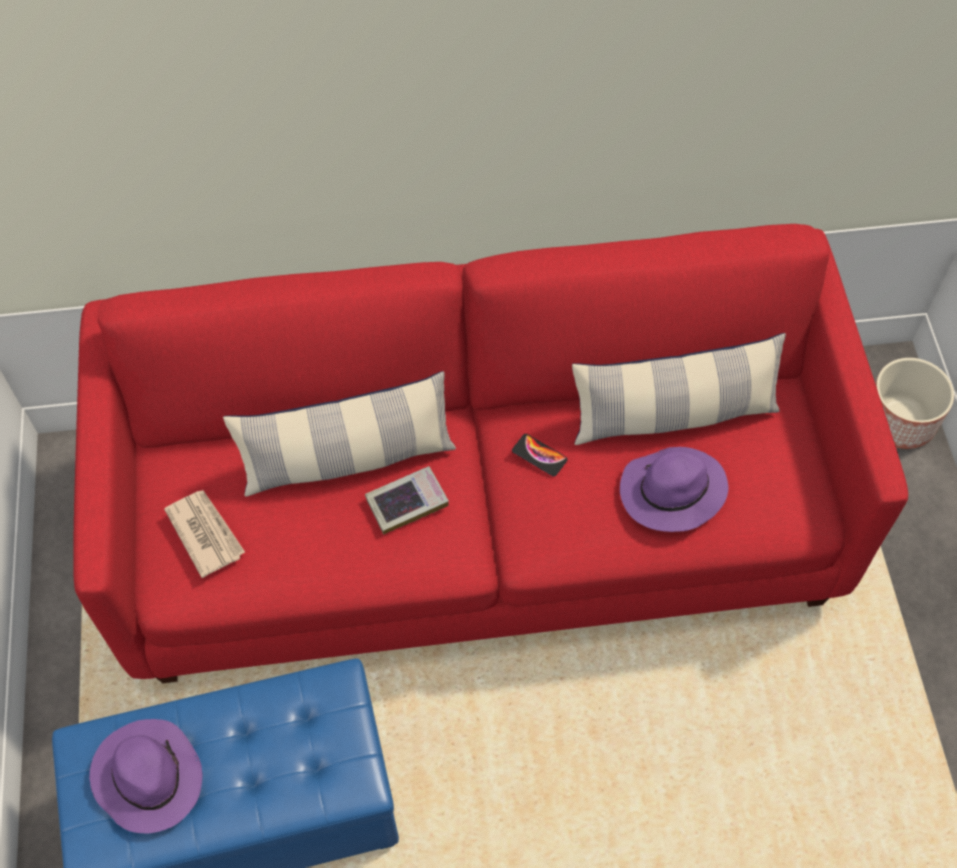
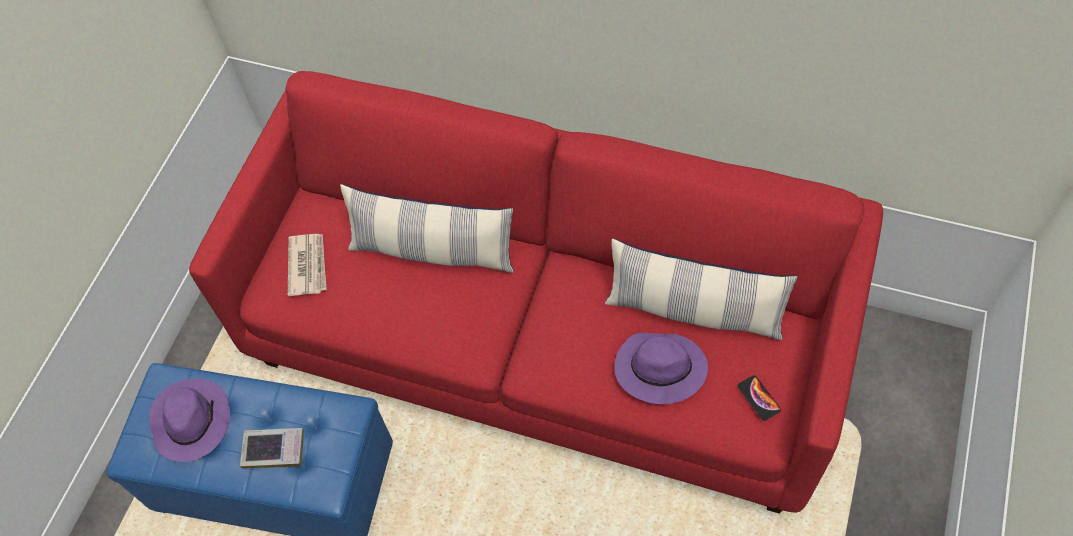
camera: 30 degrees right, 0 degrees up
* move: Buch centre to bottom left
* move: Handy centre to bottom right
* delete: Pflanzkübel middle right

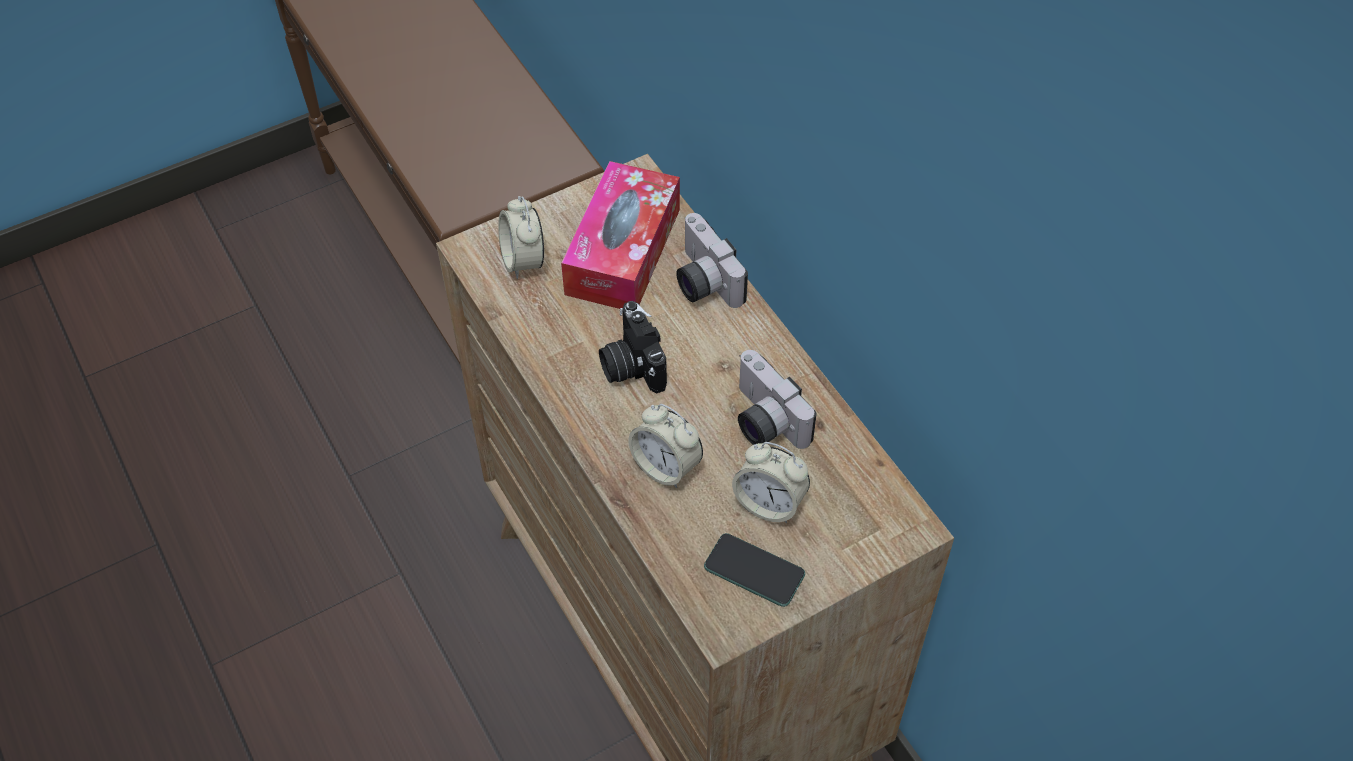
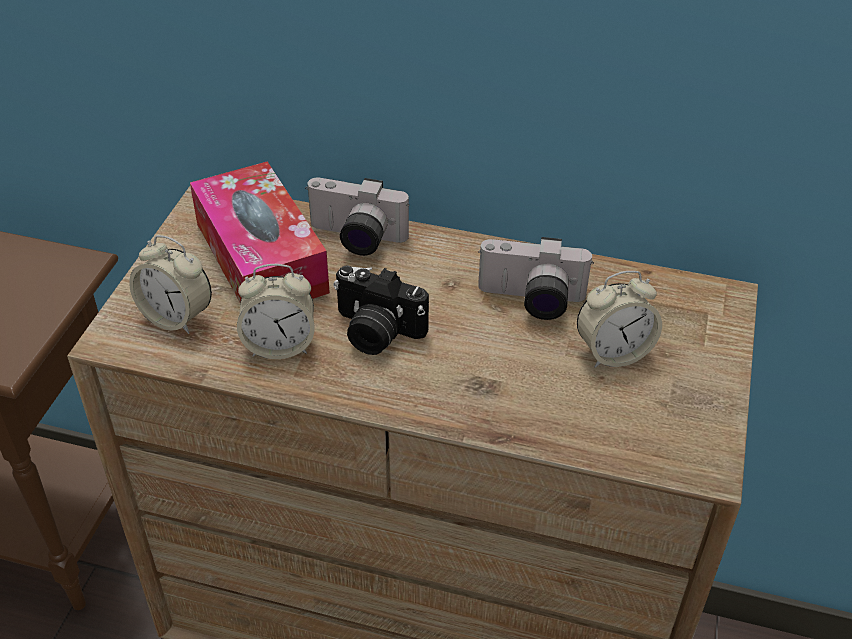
camera: 45 degrees left, 10 degrees down
* move: Wecker (2nd from left) centre to middle left
* delete: Handy bottom centre

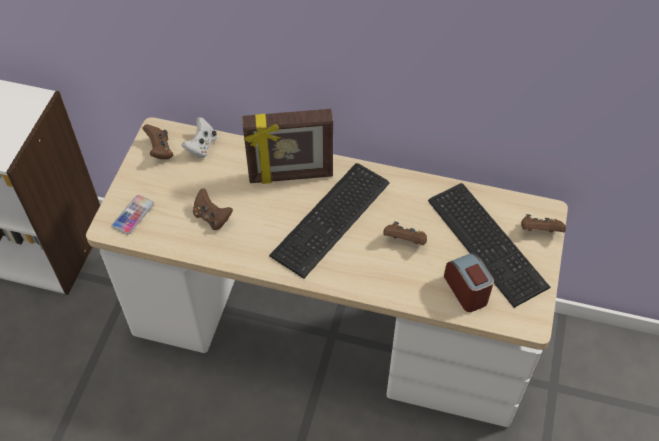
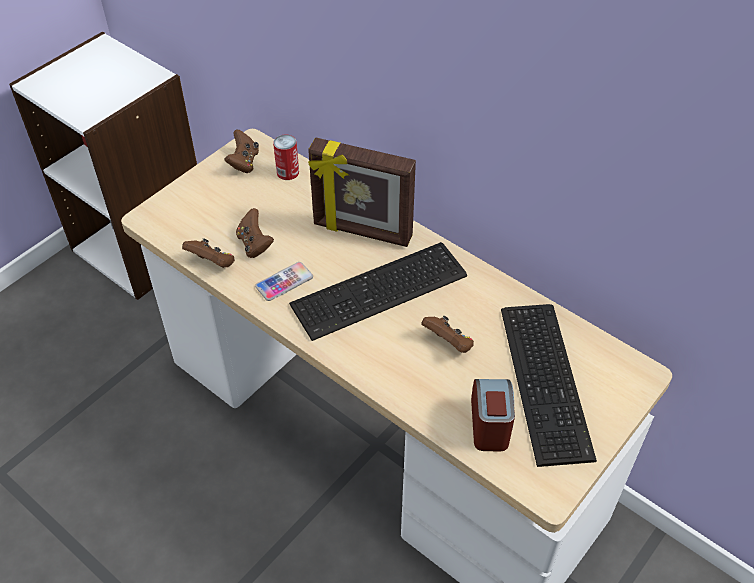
camera: 25 degrees right, 5 degrees down
* move: Handy middle left to centre
* replace: Gamepad [weiß] top left to Dose top centre
* move: Gamepad [braun] (4th from left in the first image) middle right to Gamepad [braun] (1st from left) middle left

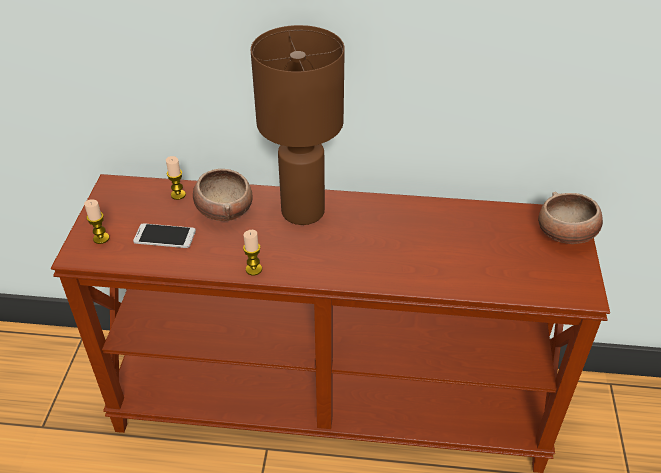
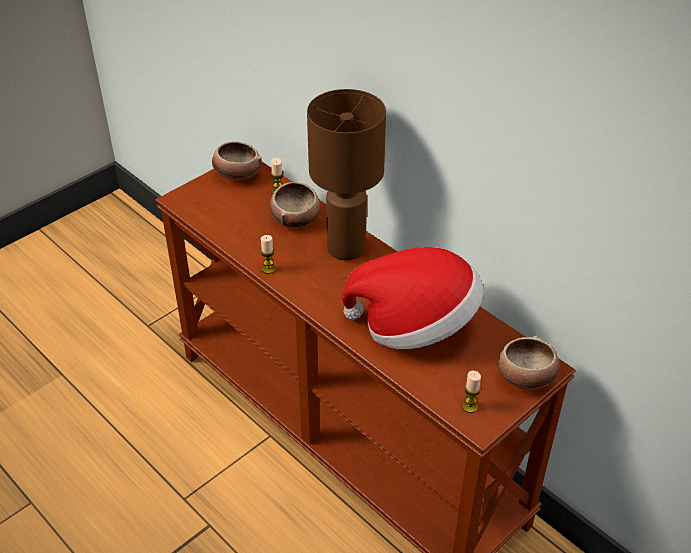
camera: 40 degrees right, 0 degrees up
* move: Kerze (1st from left in the first image) middle left to Kerze (3rd from left) bottom right
* delete: Handy middle left
* insert: Schüssel (1st from left) top centre
* insert: Hut centre

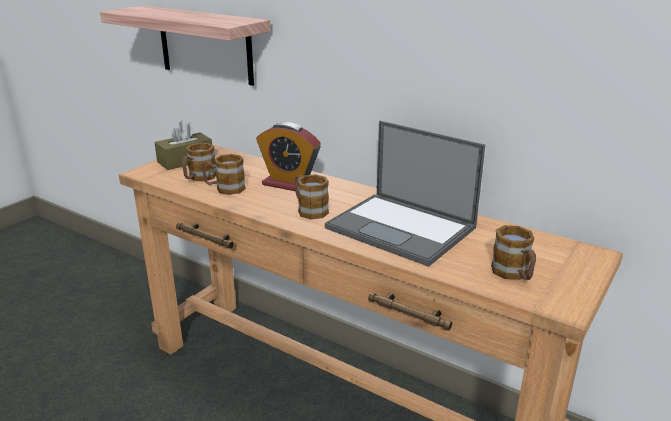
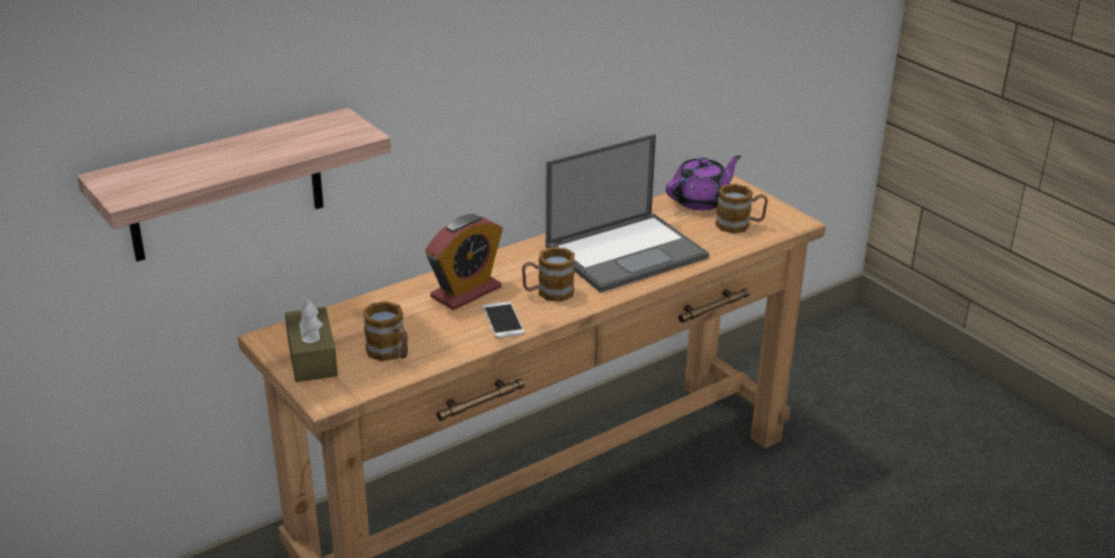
camera: 70 degrees left, 5 degrees up
* delete: Henkelbecher (2nd from left) centre
* insert: Handy centre
* insert: Teekanne [lila] top centre

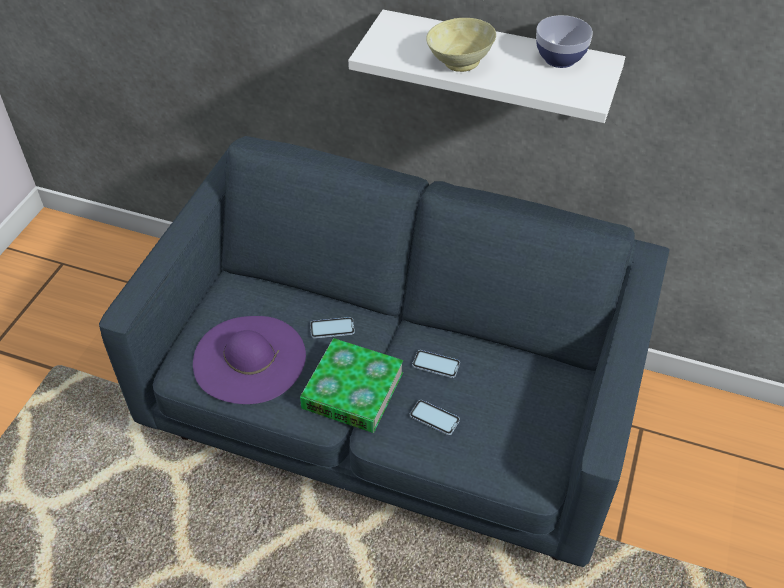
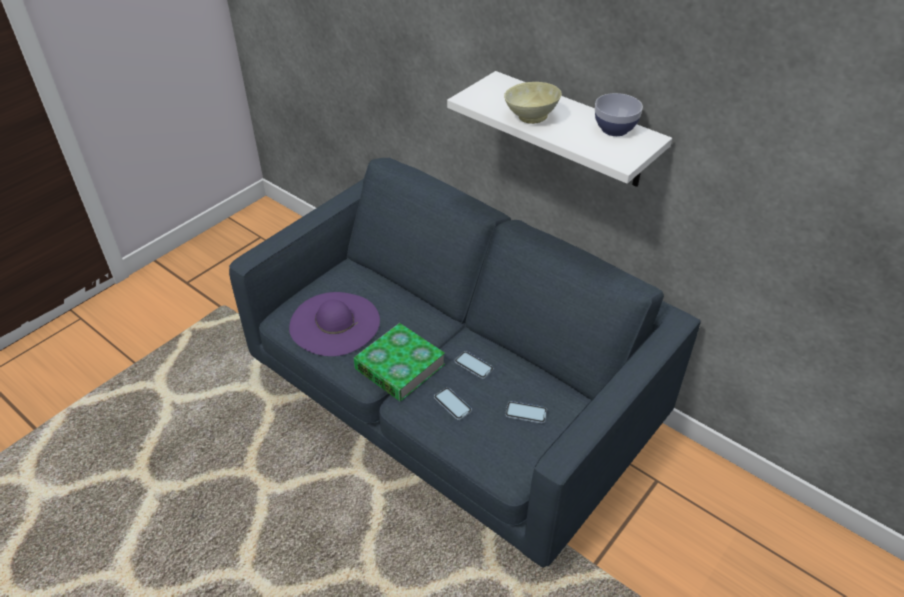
camera: 20 degrees right, 5 degrees down
* move: Handy (1st from left in the first image) centre to Handy (3rd from left) bottom centre

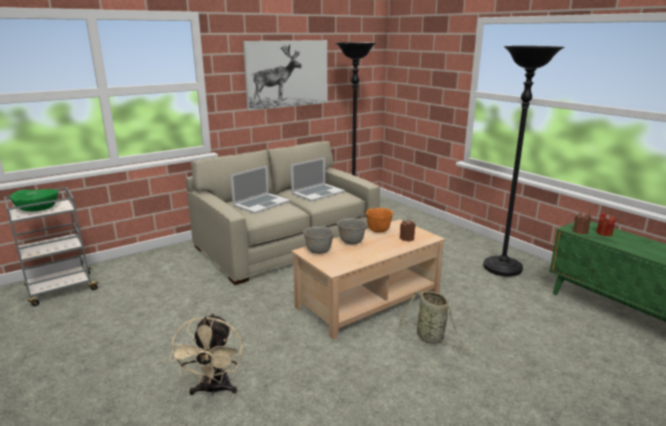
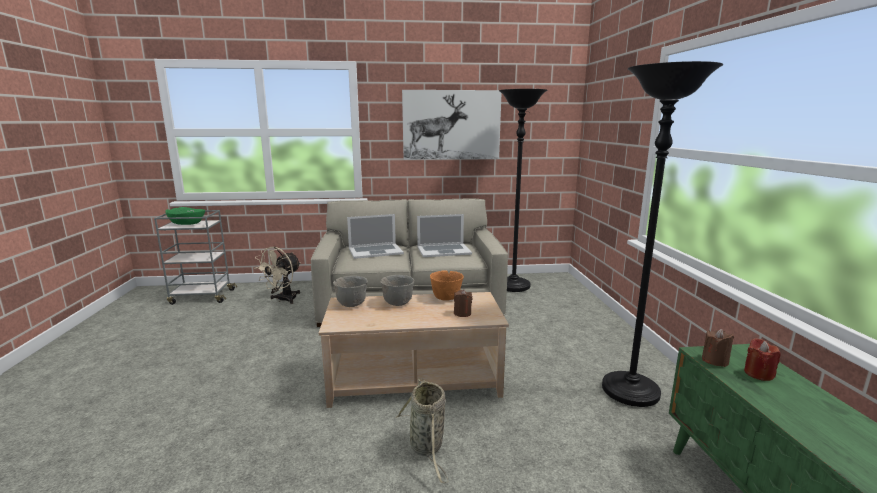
camera: 30 degrees right, 5 degrees down
* move: Ventilator [beige] bottom left to middle left

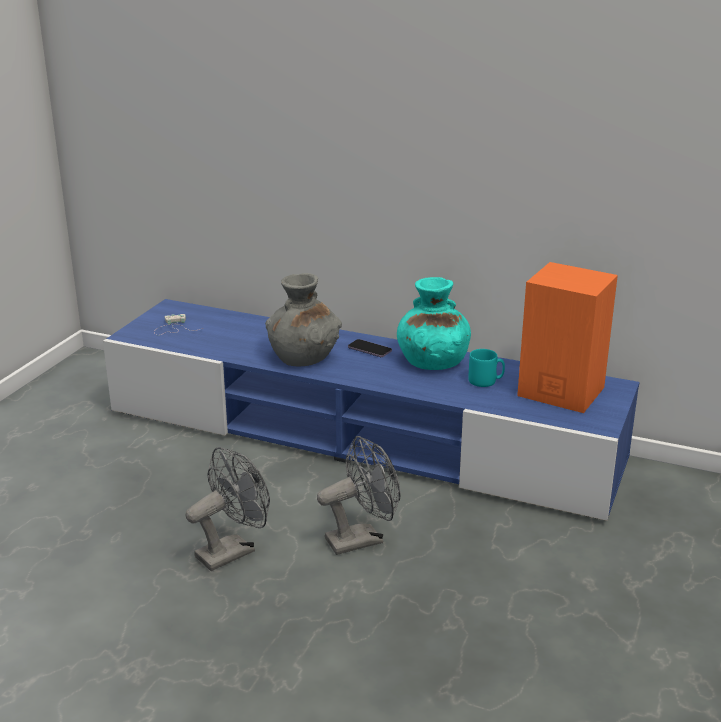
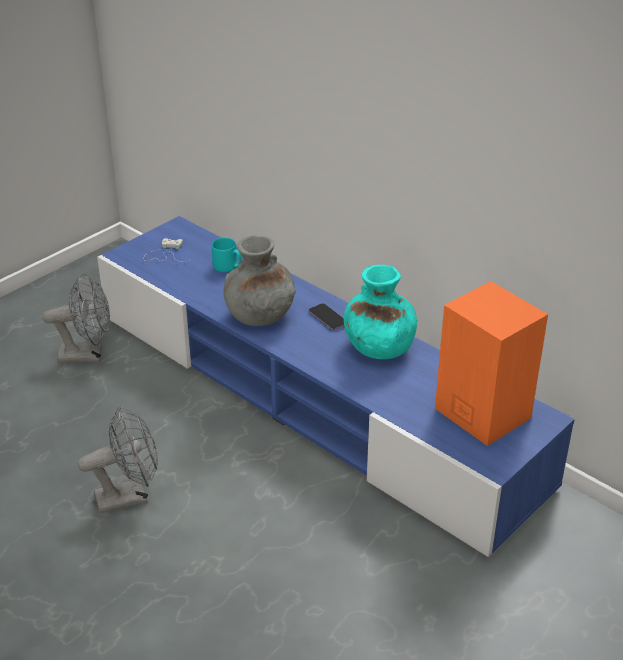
camera: 20 degrees right, 10 degrees up
* move: Ventilator [grau] (2nd from left in the first image) bottom centre to Ventilator [grau] (1st from left) middle left
* move: Henkelbecher [türkis] middle right to centre

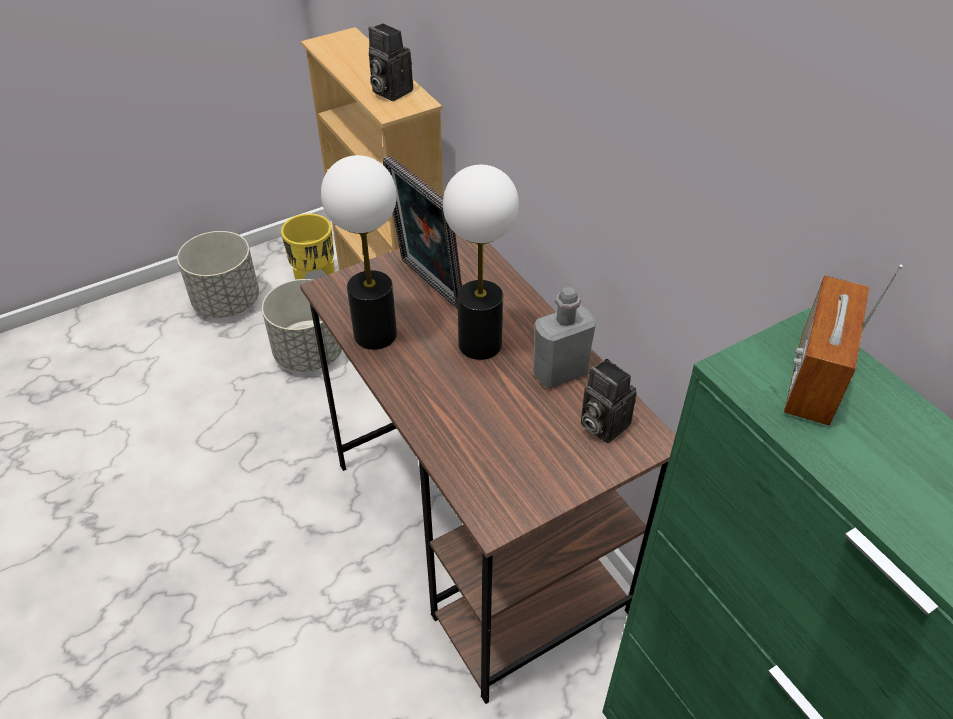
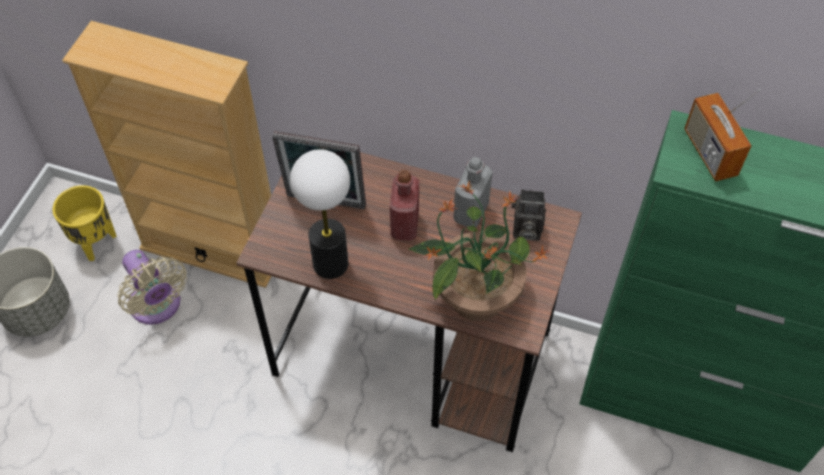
camera: 40 degrees left, 10 degrees up
* replace: Pflanzkübel [grau] (2nd from left) middle left to Ventilator [beige] middle left
* delete: Kamera (1st from left) top centre
* replace: Tischlampe (2nd from left) centre to Flasche [rot] centre
* insert: Topfpflanze centre

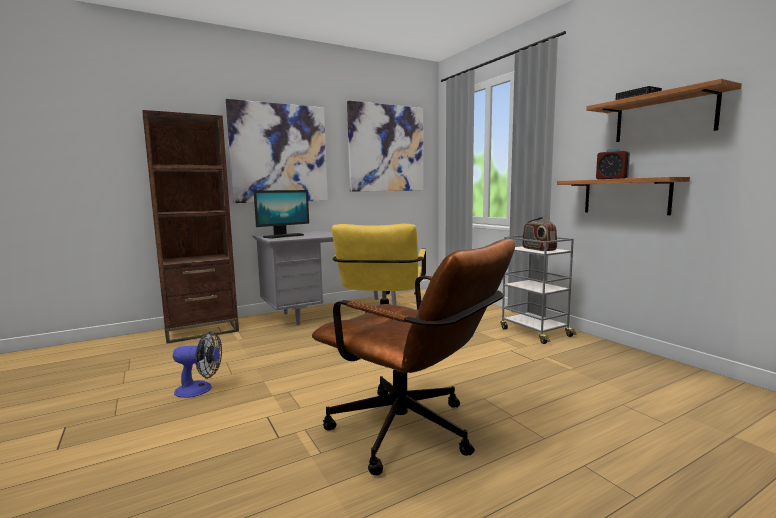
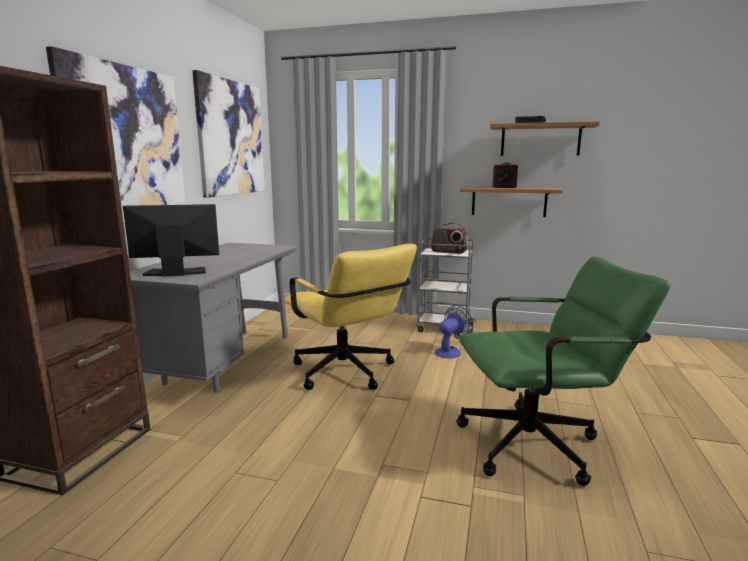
camera: 45 degrees left, 5 degrees up
* move: Ventilator bottom left to centre
* rotate: Monitor centre = middle left 105 degrees counterclockwise
* recolor: Bürostuhl [braun] bottom centre to Bürostuhl [grün] middle right

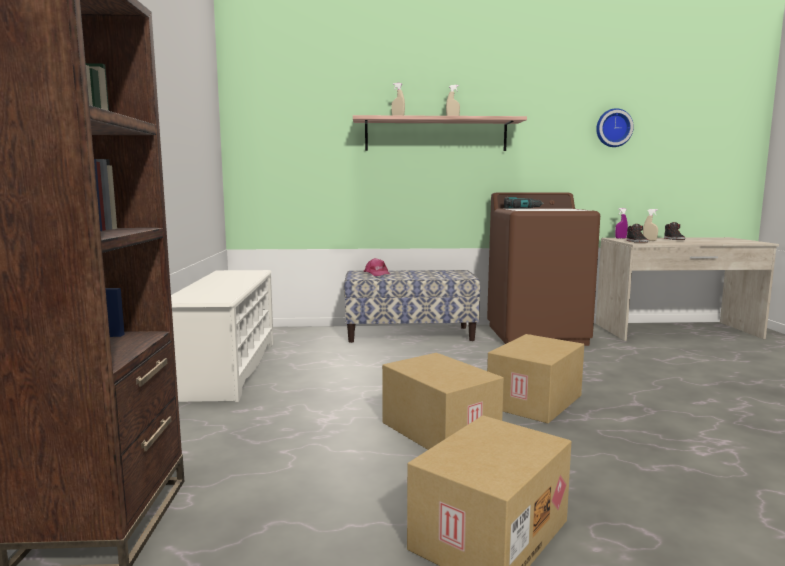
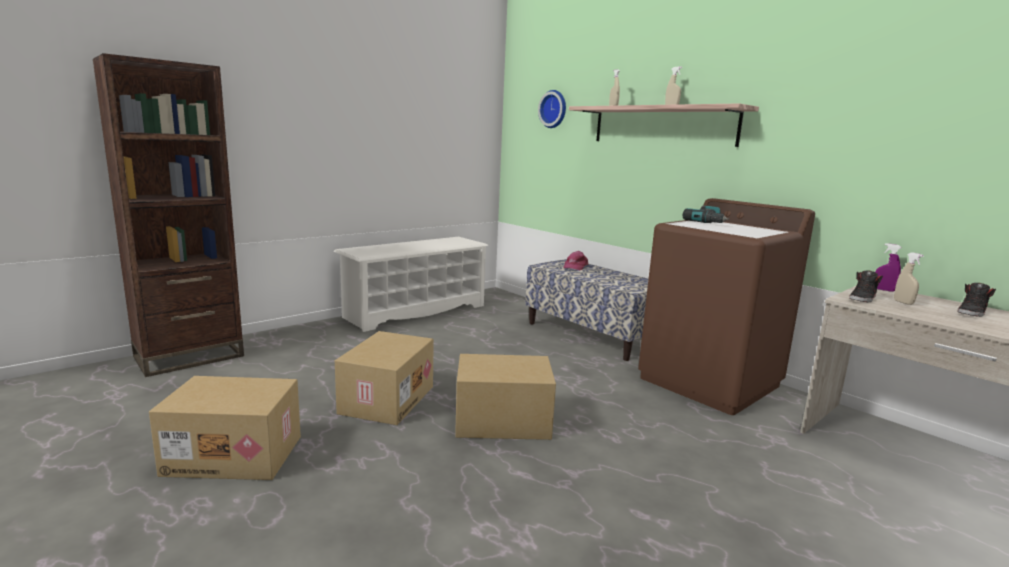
camera: 50 degrees right, 5 degrees up
* move: Wanduhr top right to top centre

